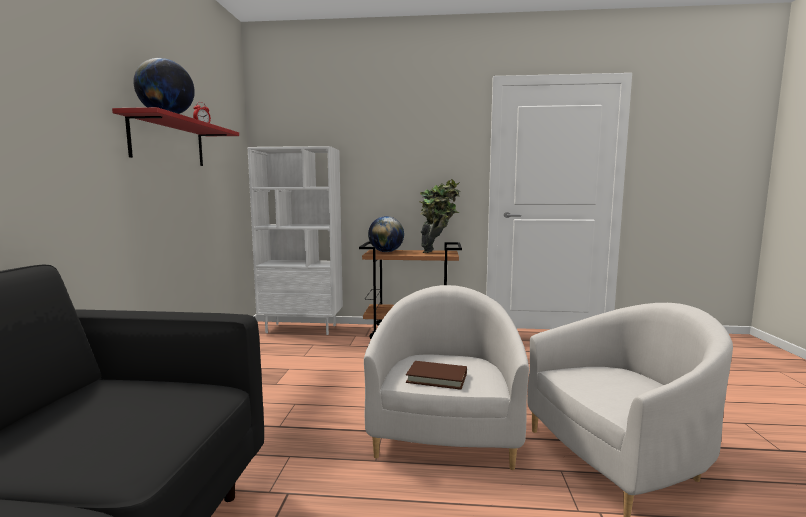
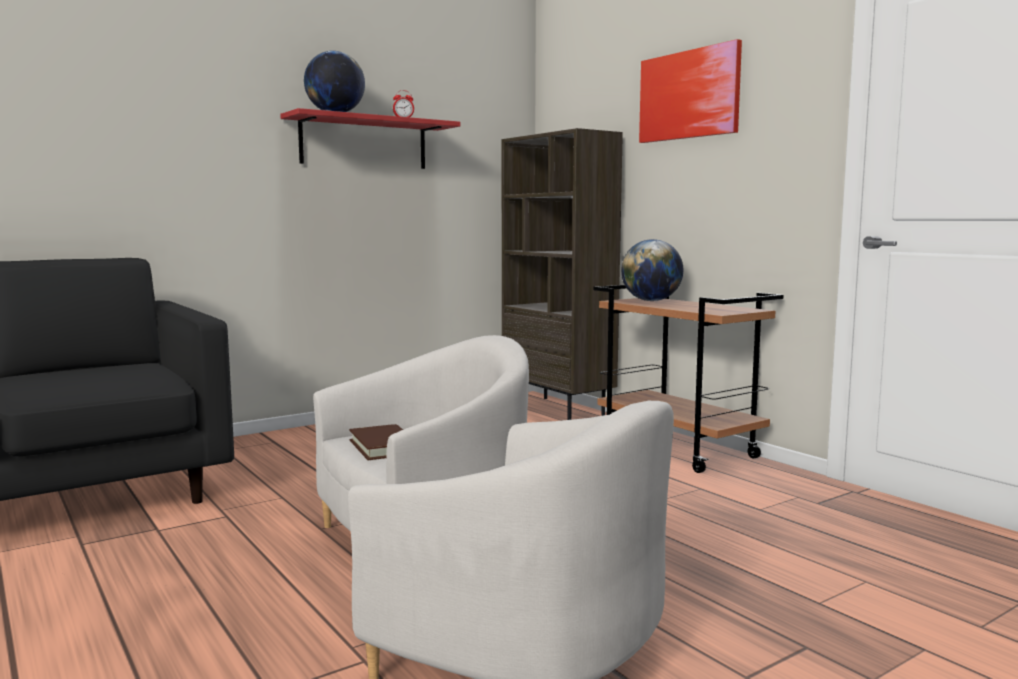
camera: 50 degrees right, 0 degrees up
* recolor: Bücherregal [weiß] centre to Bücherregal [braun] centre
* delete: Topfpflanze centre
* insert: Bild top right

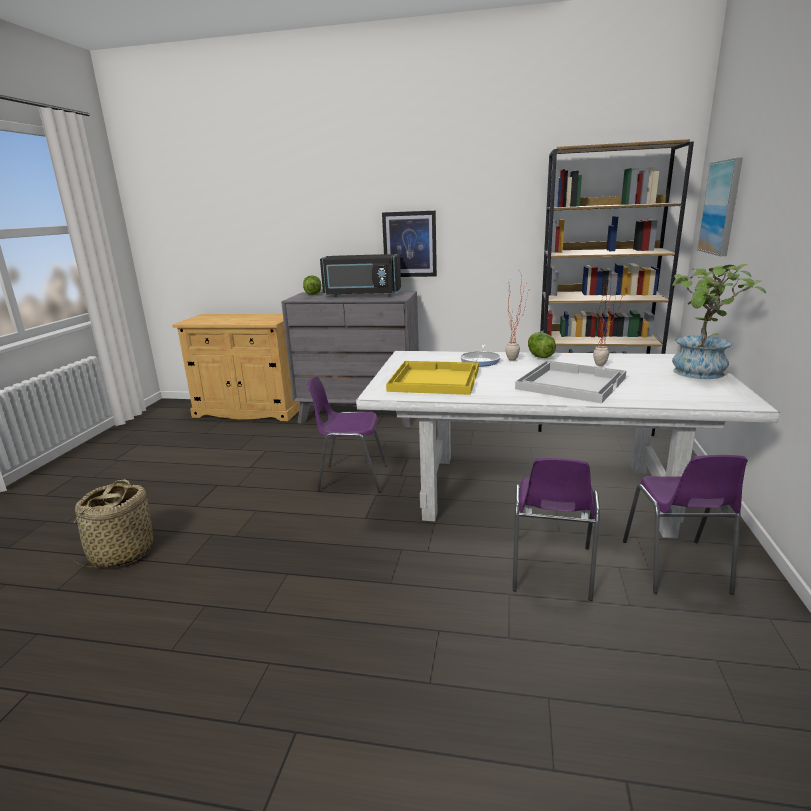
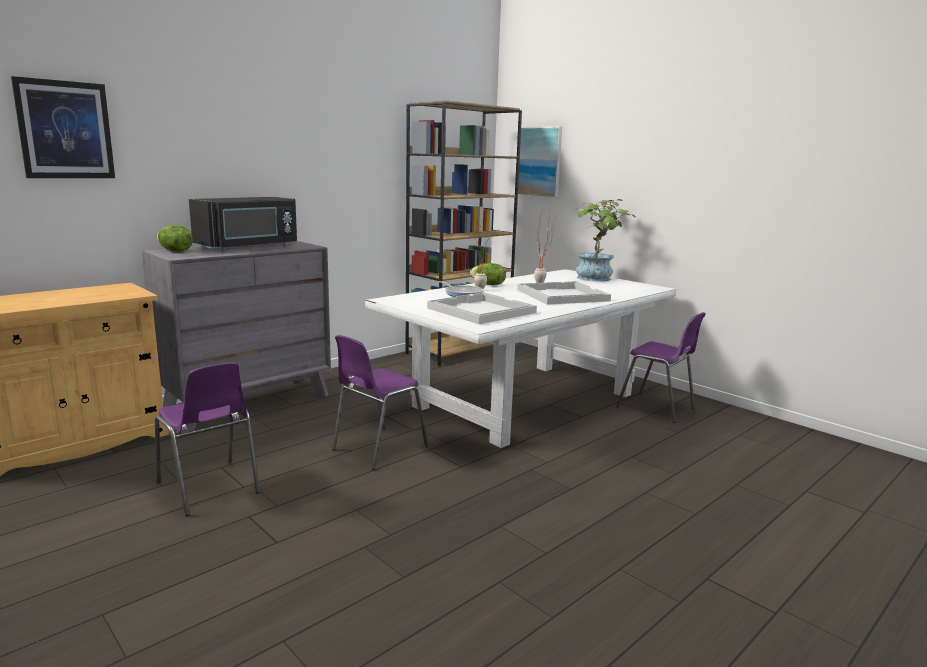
camera: 55 degrees left, 5 degrees down
* delete: Korb middle left
* move: Bild (1st from left) top centre to top left
* recolor: Tablett [gelb] centre to Tablett [weiß] (1st from left) centre
* move: Stuhl [lila] (2nd from left in the first image) middle right to Stuhl [lila] (1st from left) middle left

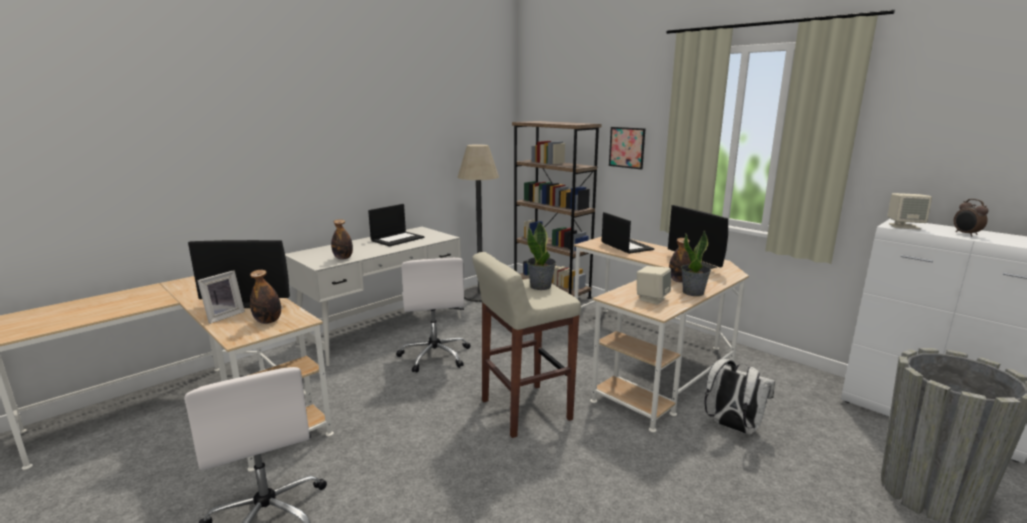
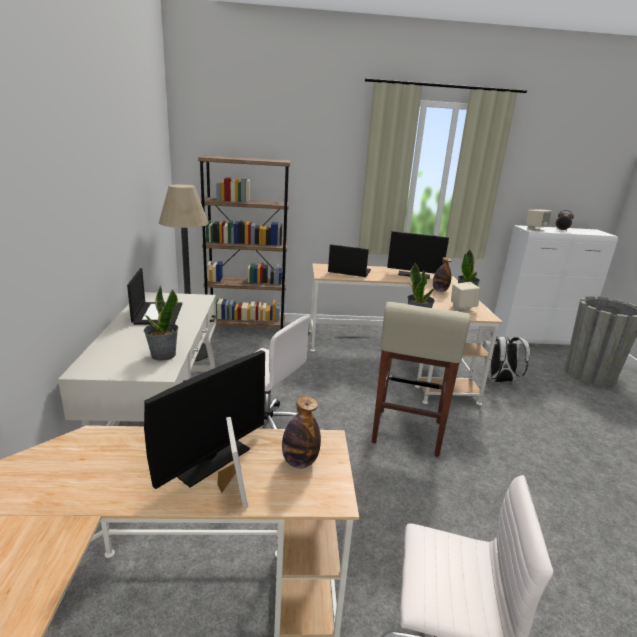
camera: 50 degrees left, 5 degrees up
* replace: Flasche (2nd from left) middle left to Topfpflanze (1st from left) middle left
* delete: Bild top centre

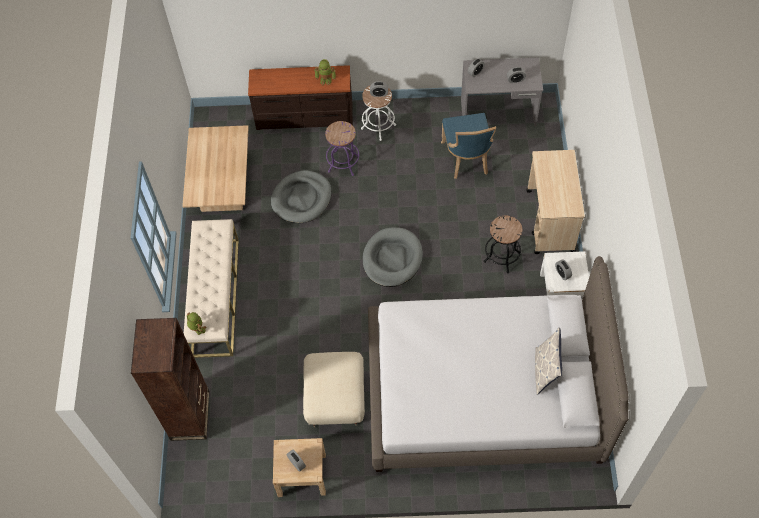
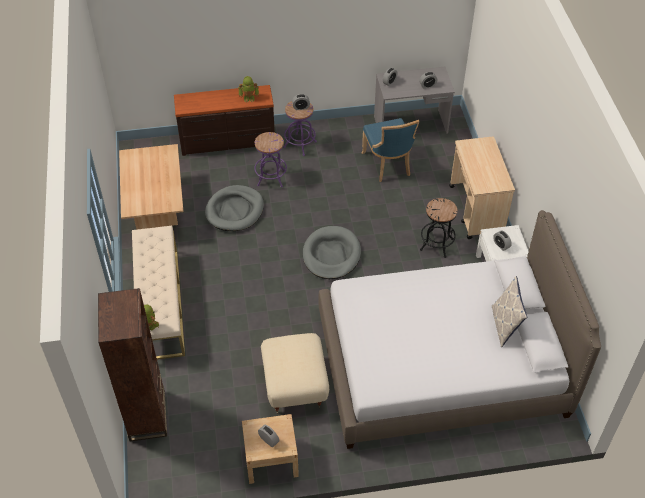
camera: 10 degrees left, 10 degrees down
* recolor: Hocker [weiß] top centre to Hocker [lila] (2nd from left) top centre

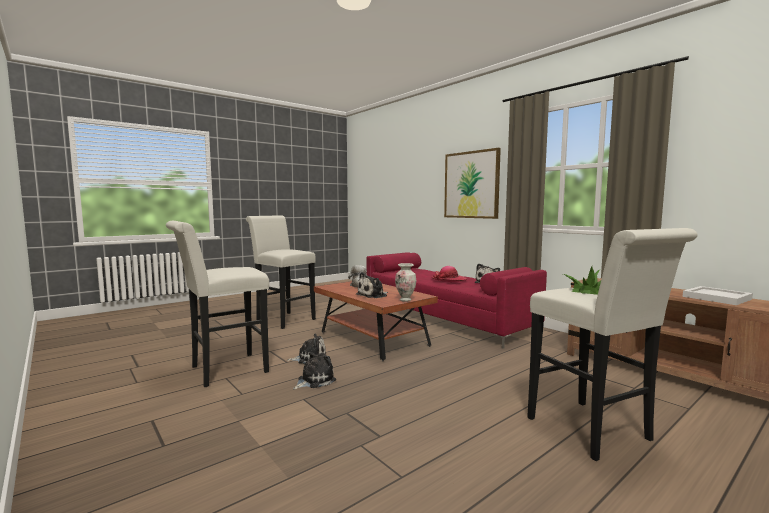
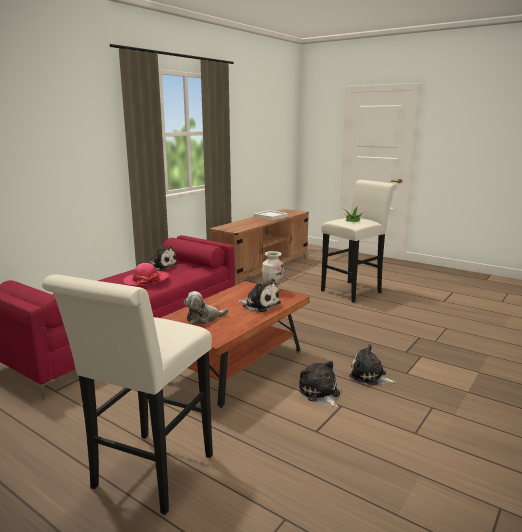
camera: 105 degrees left, 10 degrees up
* delete: Hocker [weiß] (1st from left) middle left
* delete: Bild centre

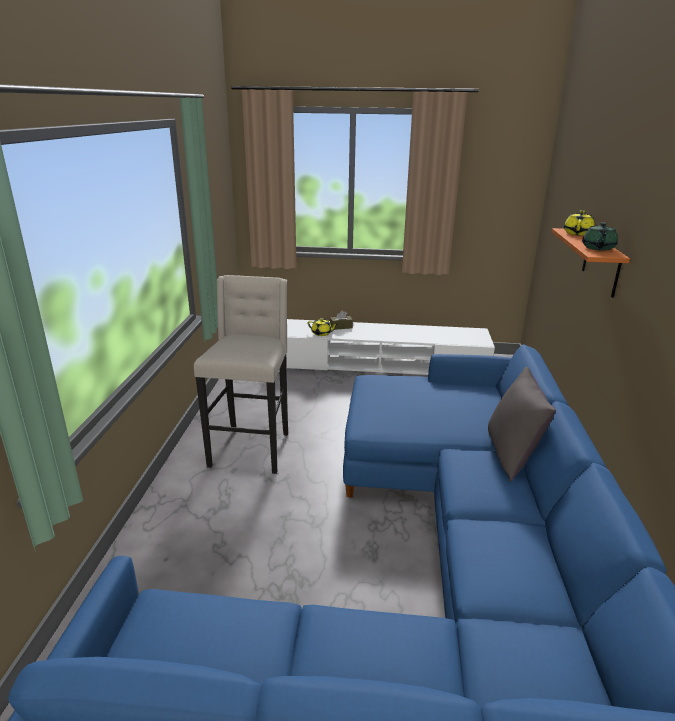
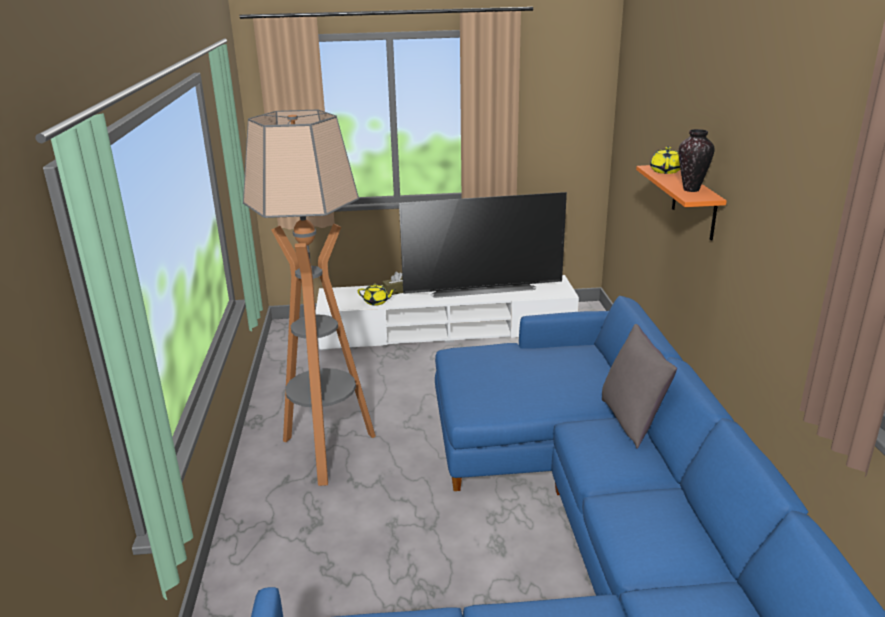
camera: 10 degrees left, 0 degrees up
* replace: Hocker [beige] centre to Stehlampe centre
* replace: Teekanne [grün] top right to Vase top right
* insert: Fernseher centre

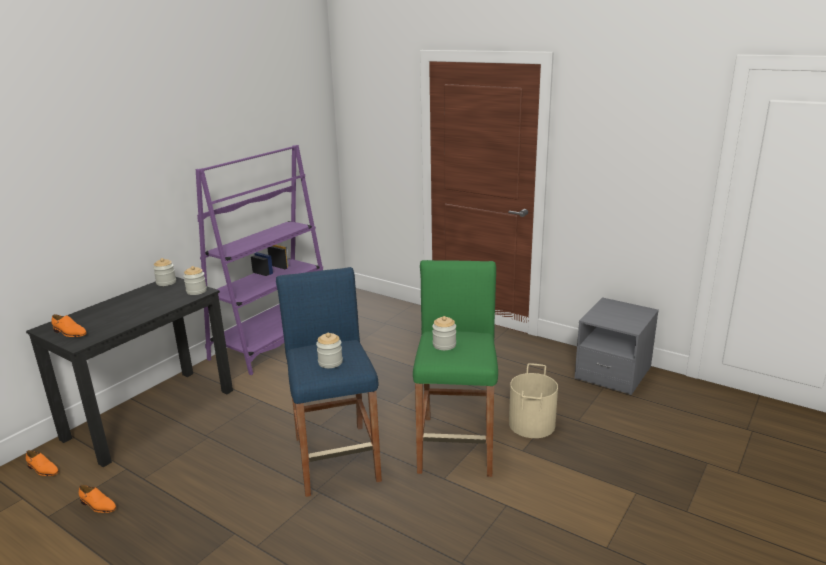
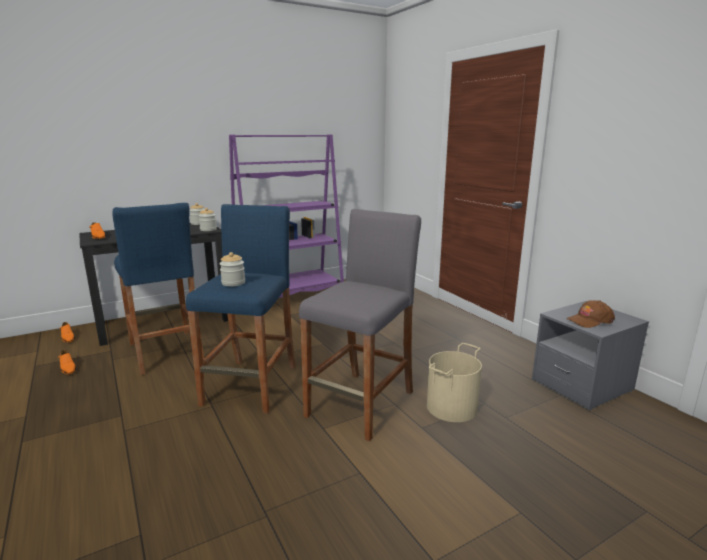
camera: 25 degrees right, 5 degrees down
* recolor: Hocker [grün] centre to Hocker [grau] centre
* delete: Vorratsglas (4th from left) centre
* insert: Hocker [blau] (1st from left) middle left
* insert: Kappe [braun] middle right

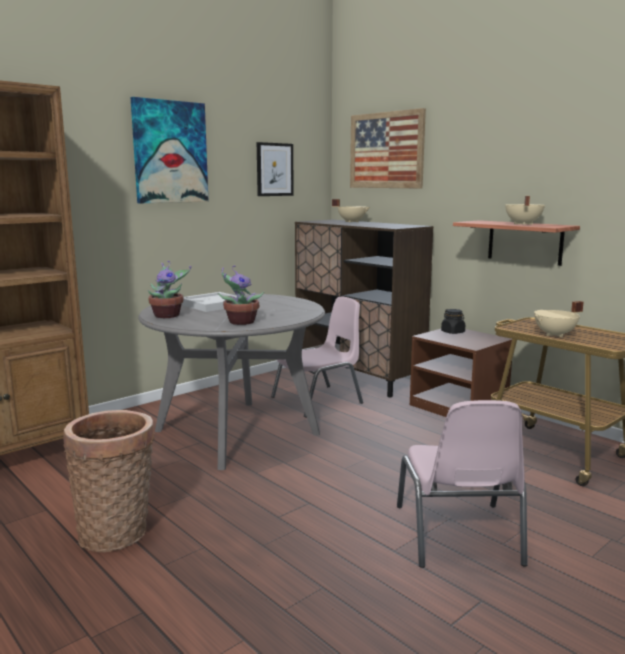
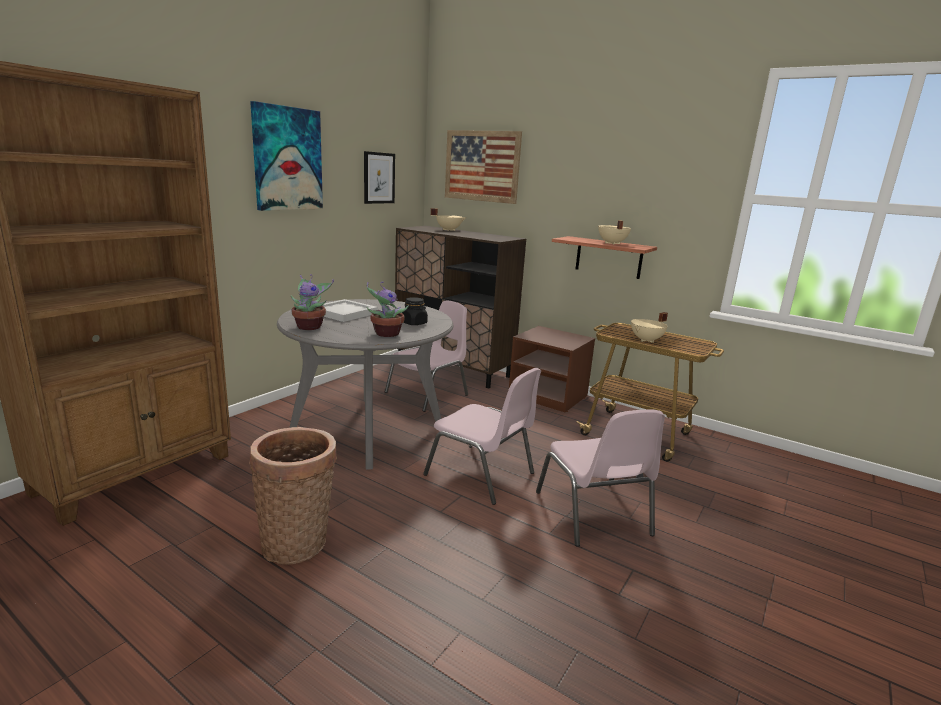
camera: 15 degrees left, 5 degrees up
* move: Vorratsglas [schwarz] middle right to centre
* insert: Stuhl [rosa] (2nd from left) centre

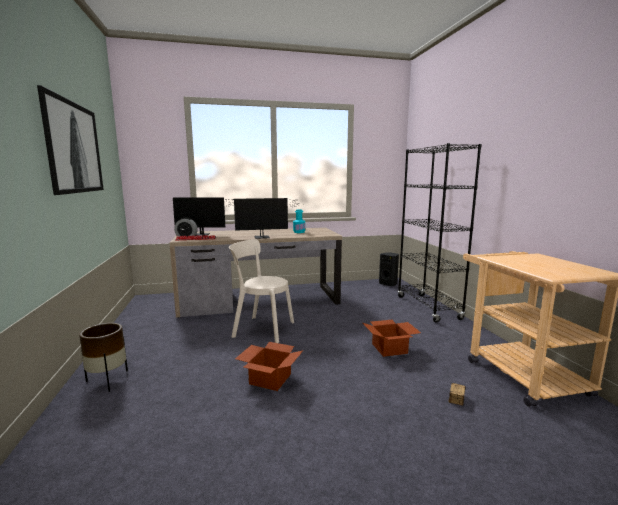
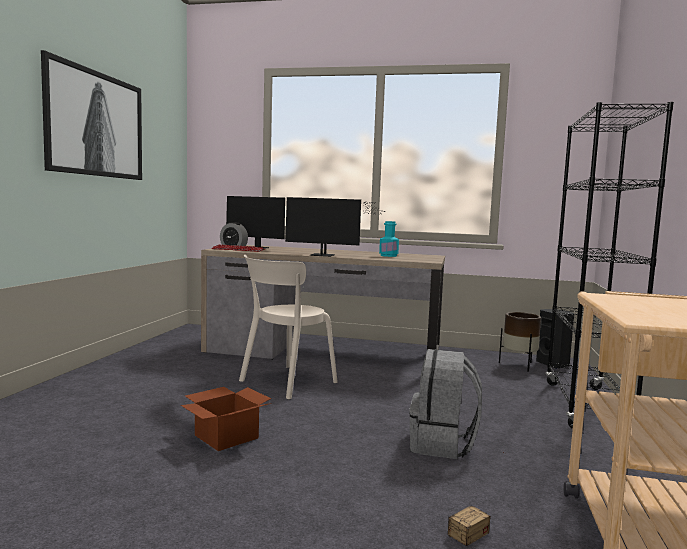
camera: 25 degrees right, 5 degrees down
* move: Pflanzkübel [braun] bottom left to middle right
* rotate: Stuhl [beige] centre = centre 90 degrees counterclockwise
* replace: Karton (2nd from left) bottom centre to Rucksack [grau] bottom centre

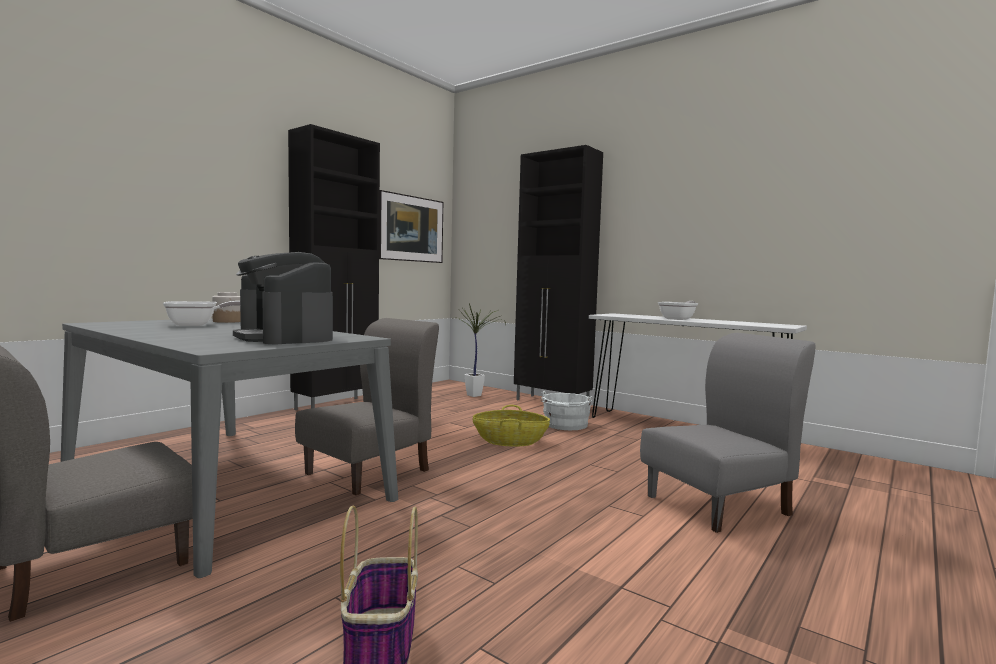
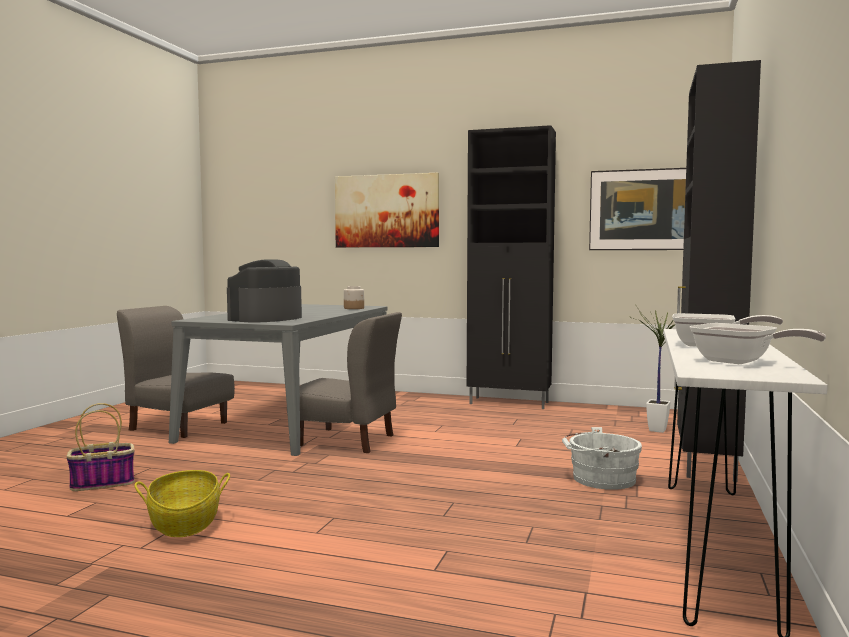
camera: 70 degrees right, 0 degrees up
* move: Pfanne (1st from left in the first image) middle left to Pfanne (2nd from left) middle right
* move: Korb (2nd from left) centre to bottom left
* delete: Stuhl [grau] (3rd from left) middle right
* insert: Bild (1st from left) top centre

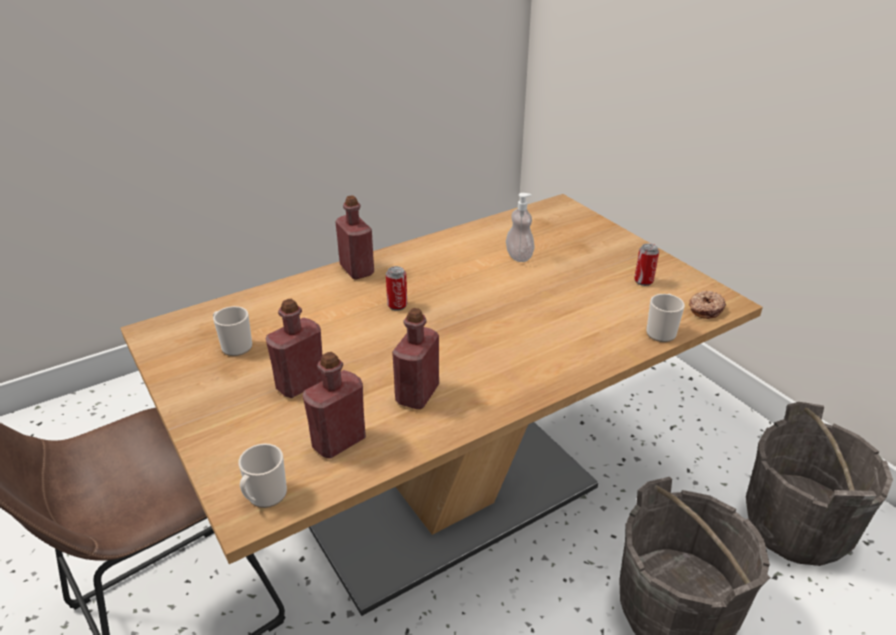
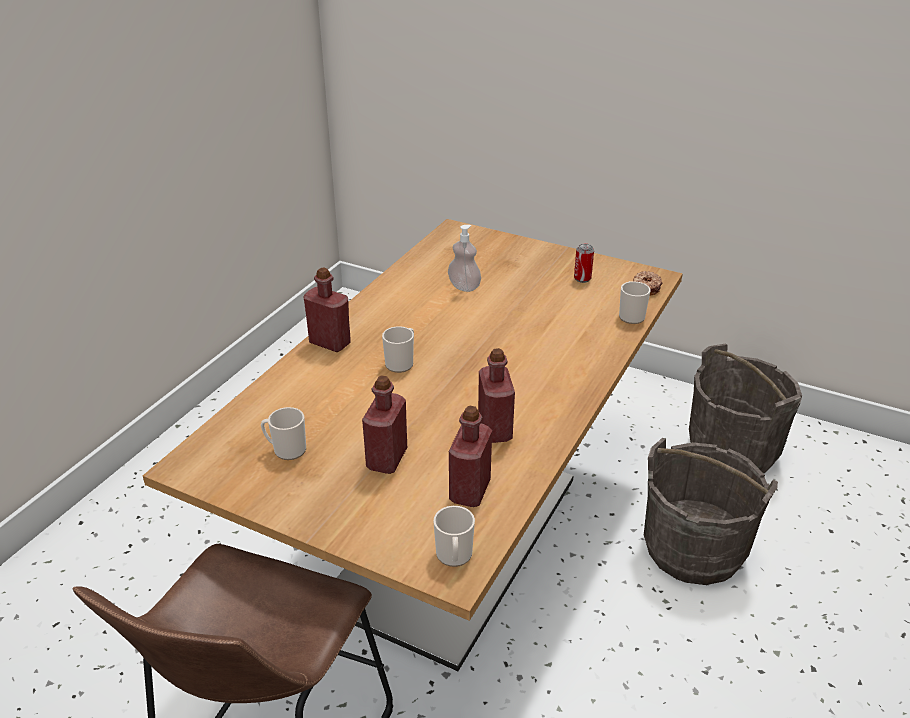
camera: 30 degrees left, 0 degrees up
* replace: Dose (1st from left) centre to Henkelbecher (2nd from left) centre

